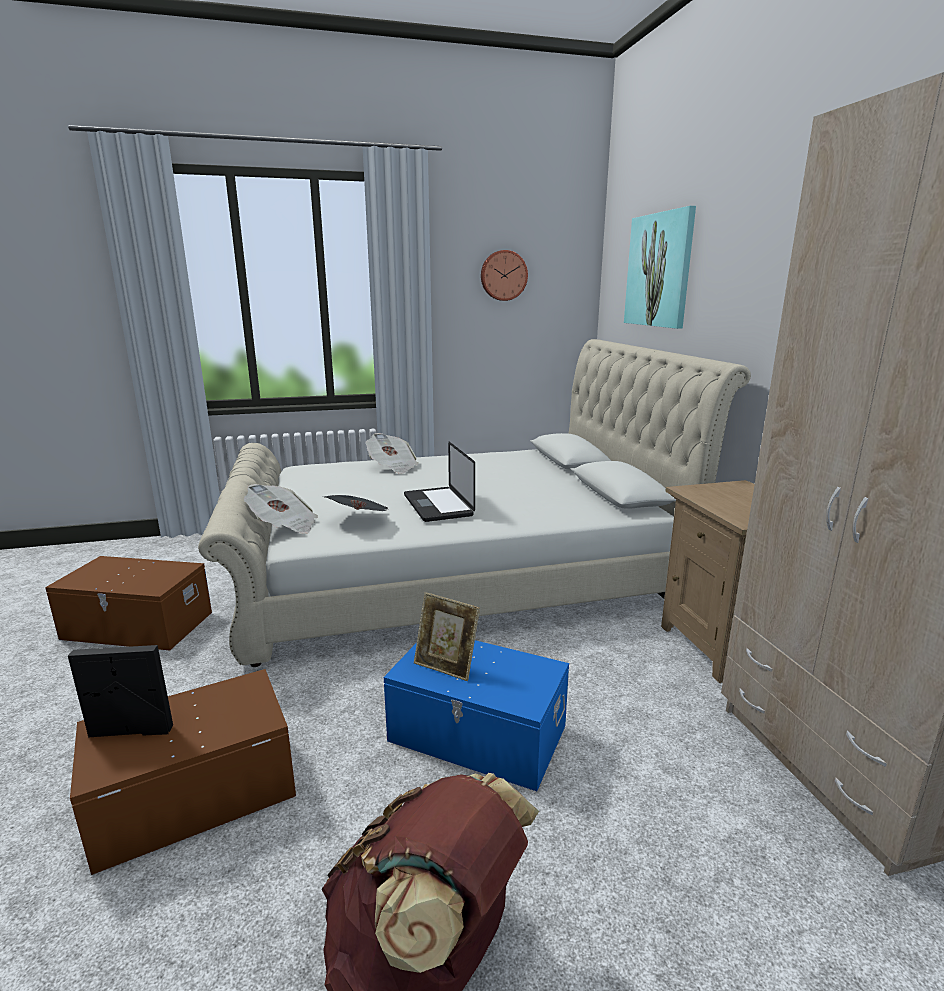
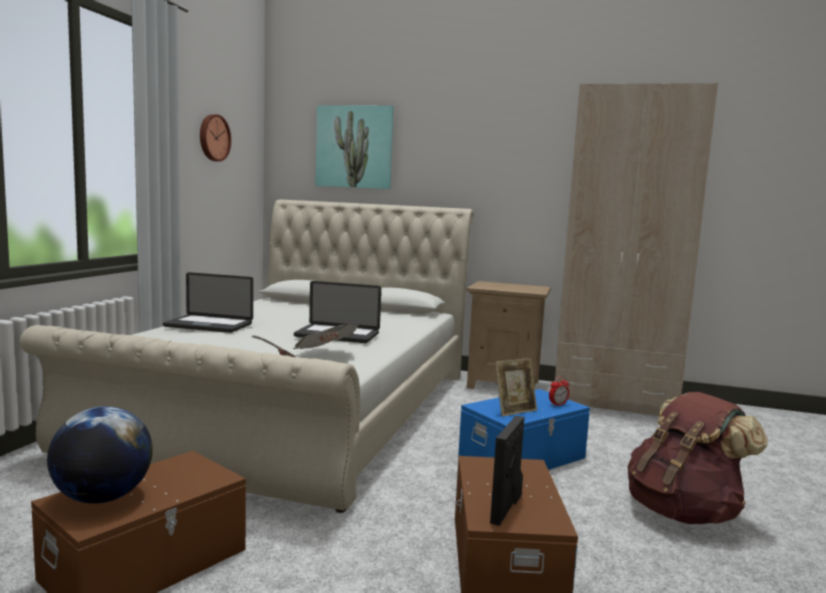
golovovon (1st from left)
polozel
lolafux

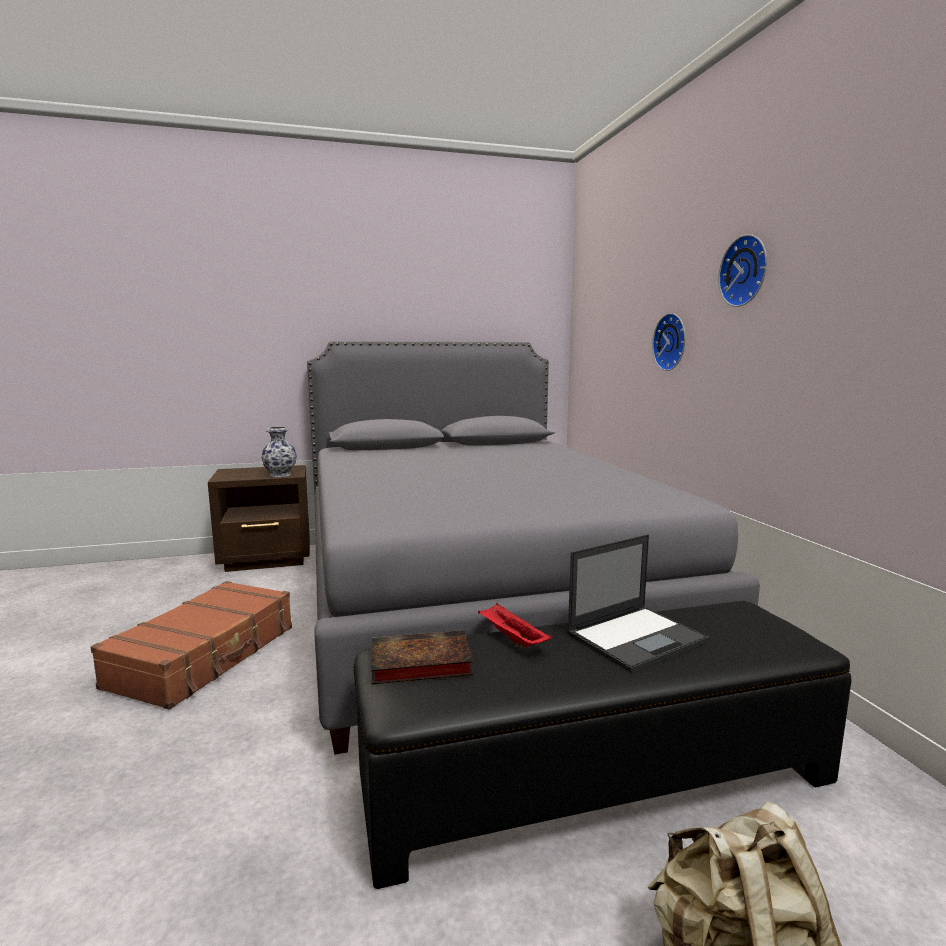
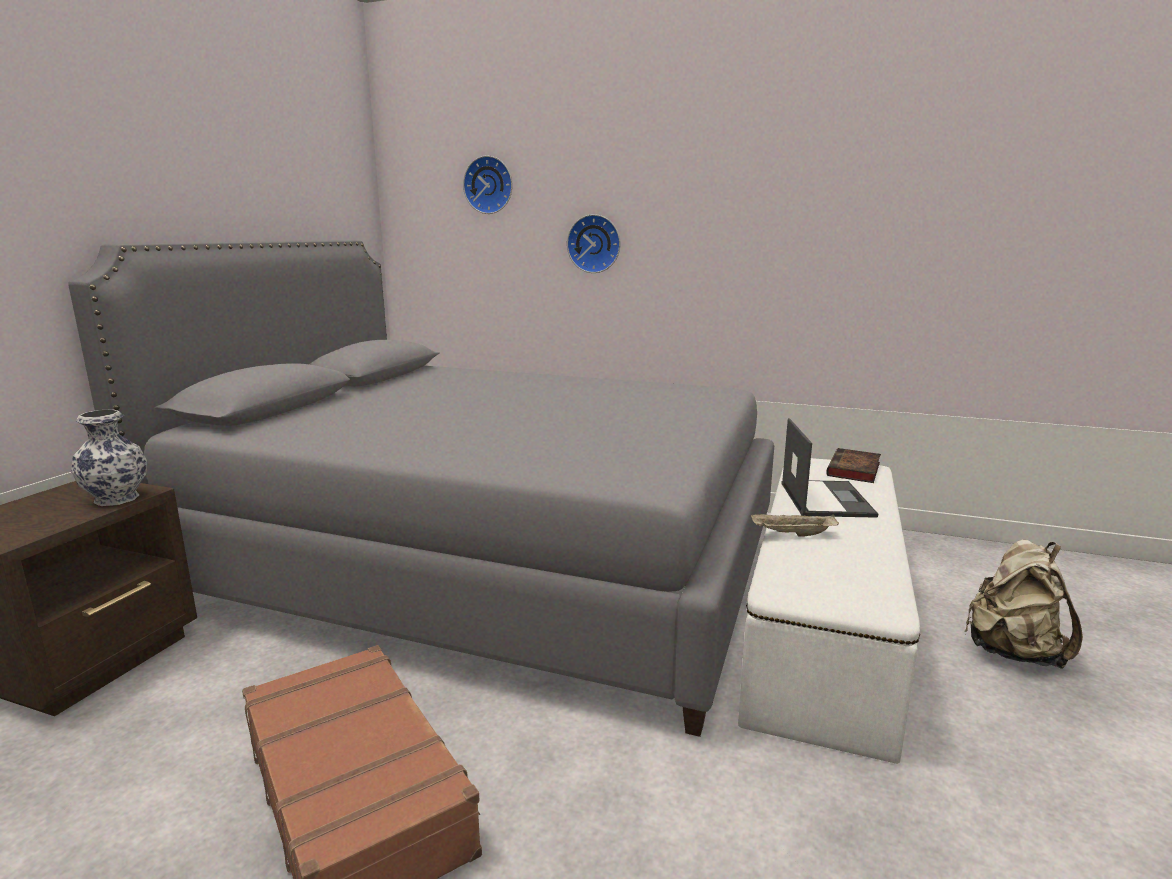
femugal (1st from left)
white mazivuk
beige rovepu
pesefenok

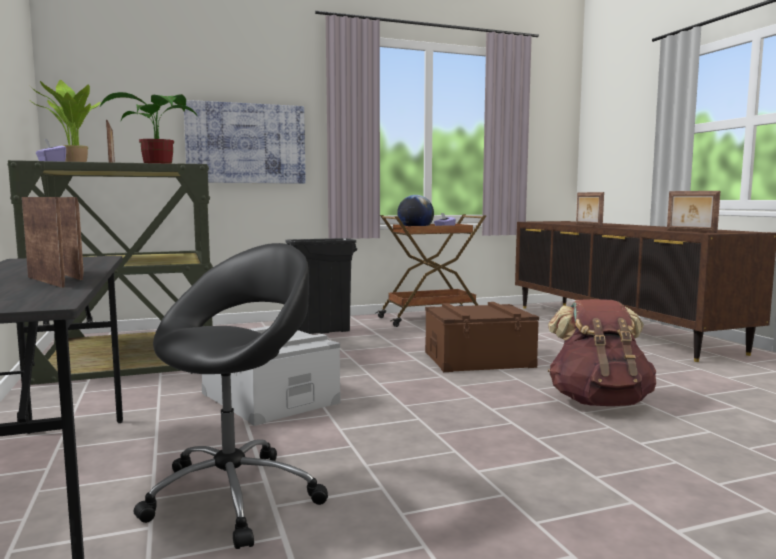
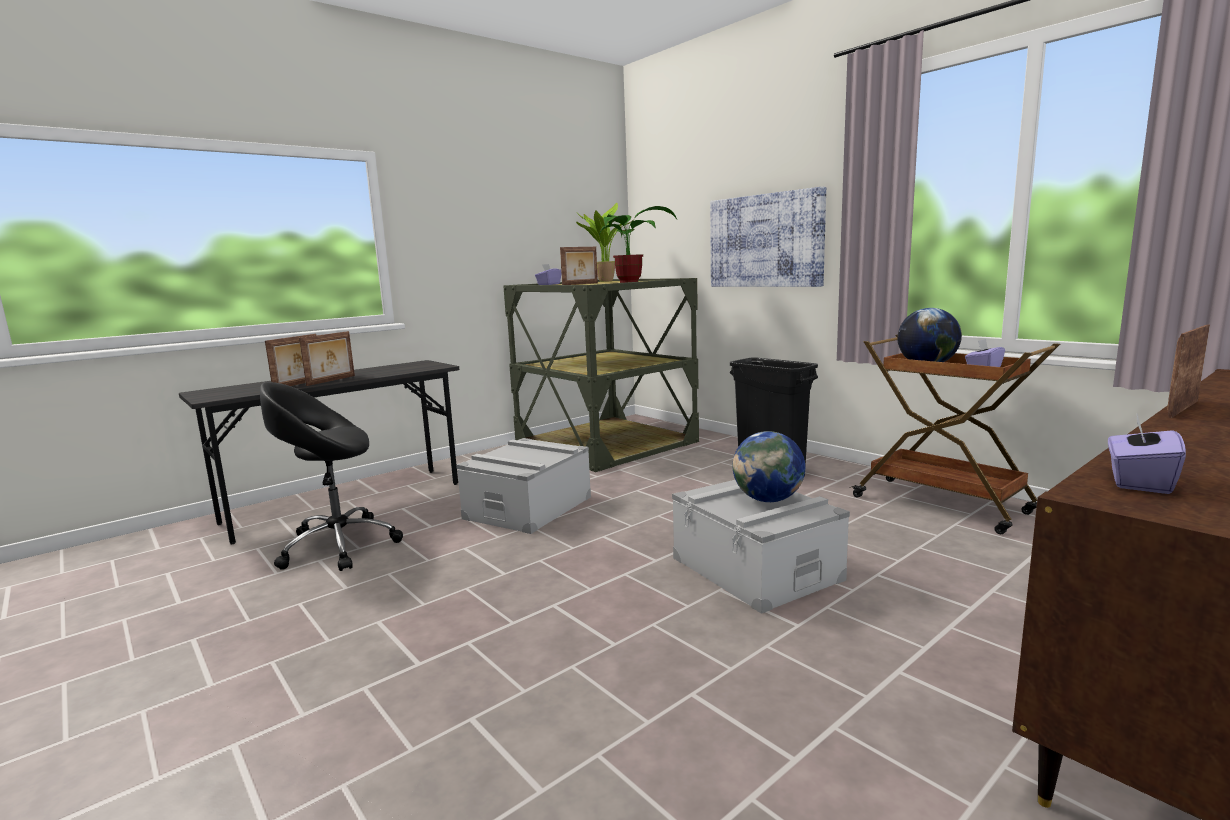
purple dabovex (3rd from left)
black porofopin
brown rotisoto
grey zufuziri (2nd from left)
lolafux (1st from left)

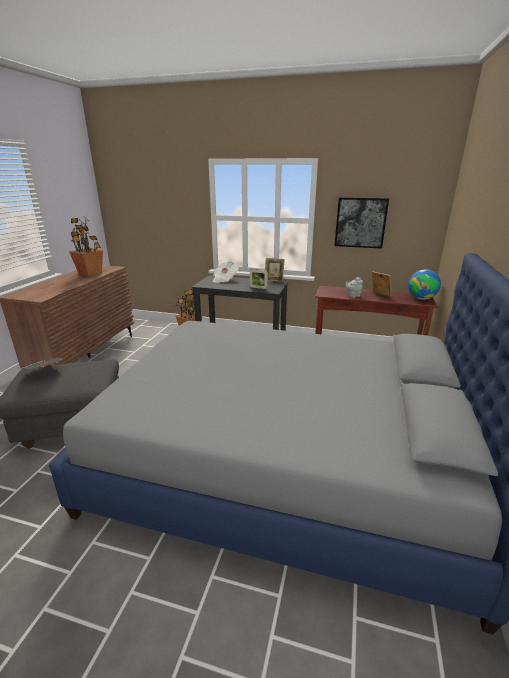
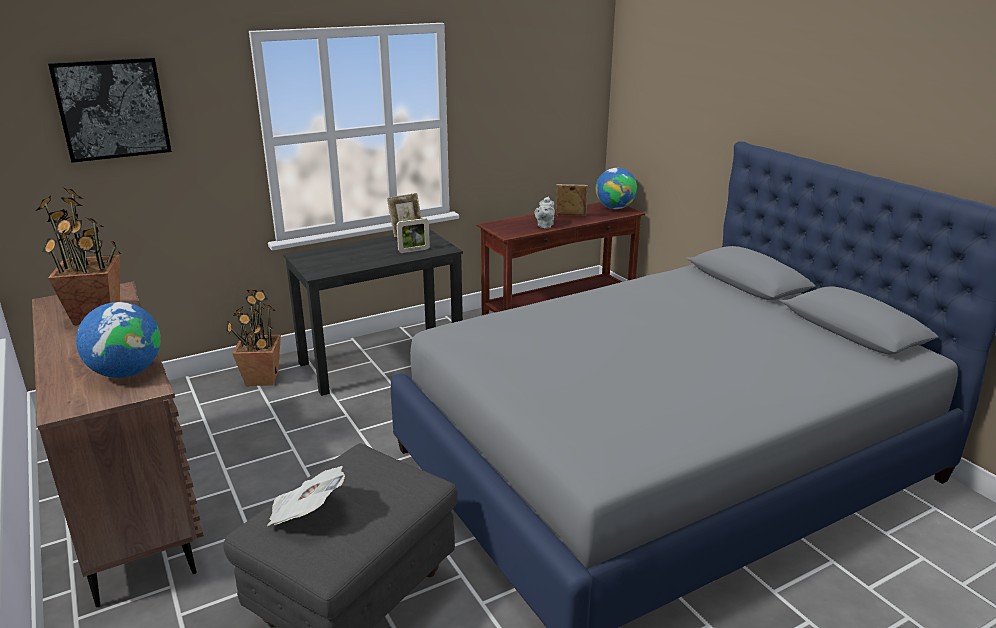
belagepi
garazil (2nd from left in the first image)
lolafux (1st from left)

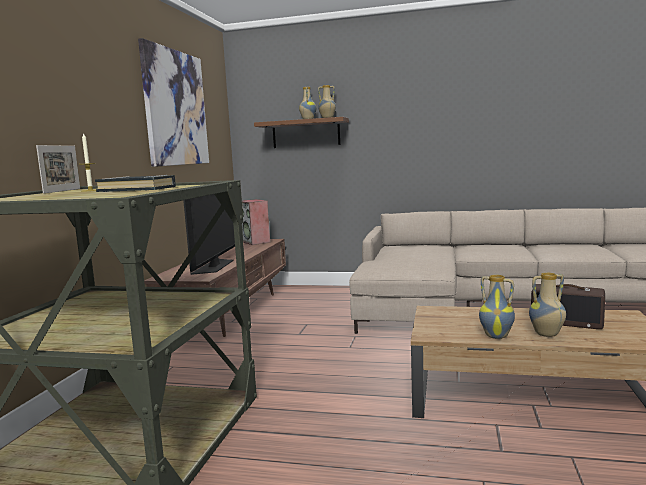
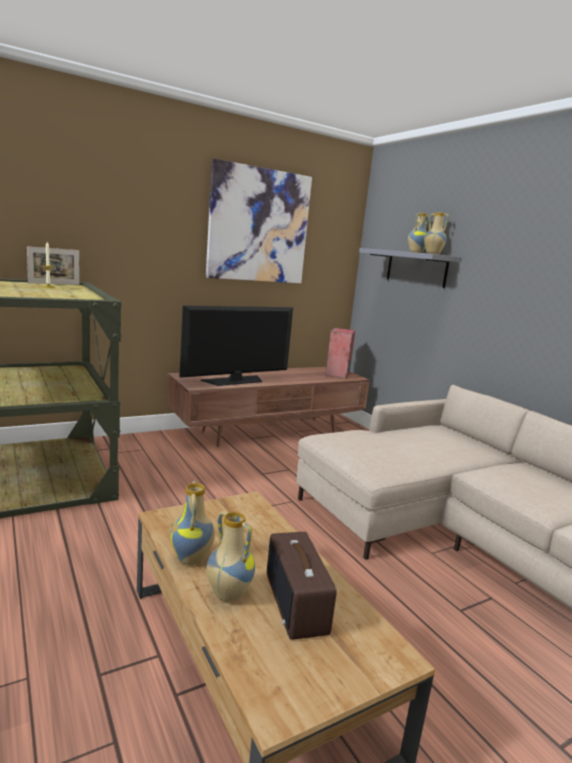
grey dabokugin
black pesefenok

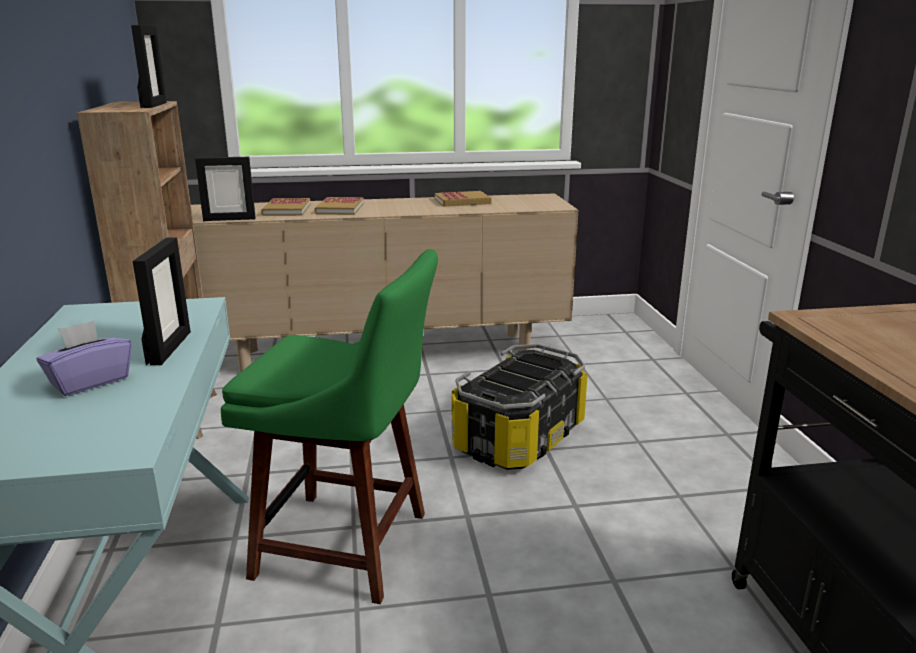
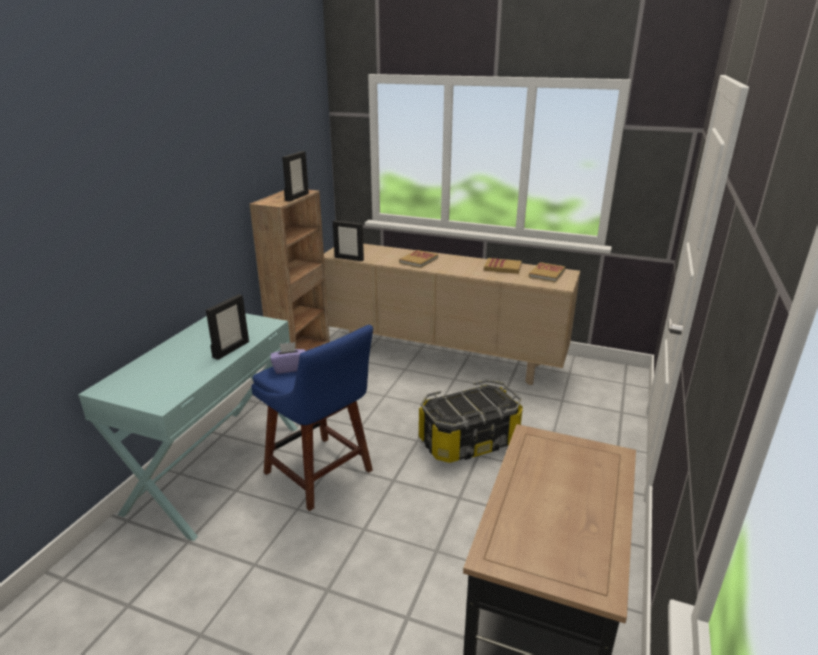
pesefenok (3rd from left)
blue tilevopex
purple dabovex

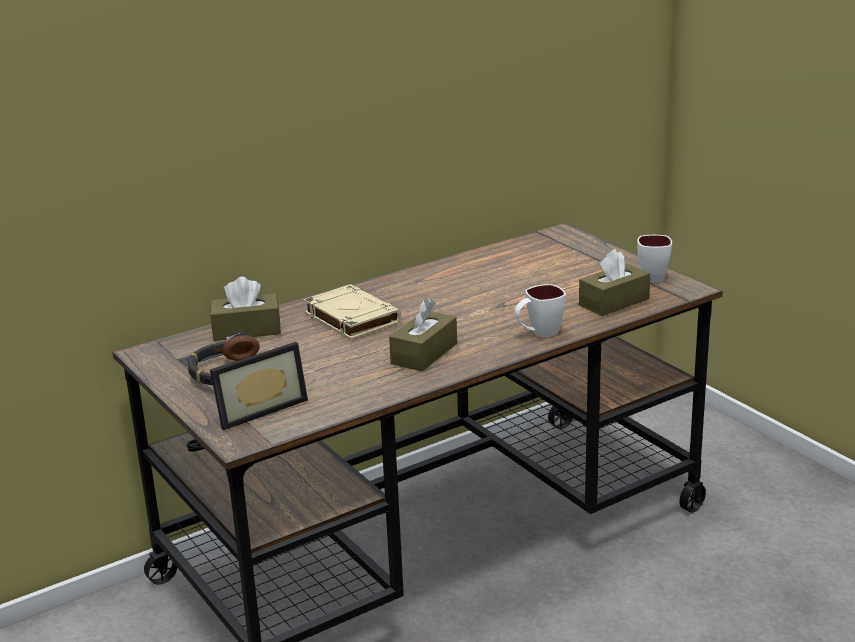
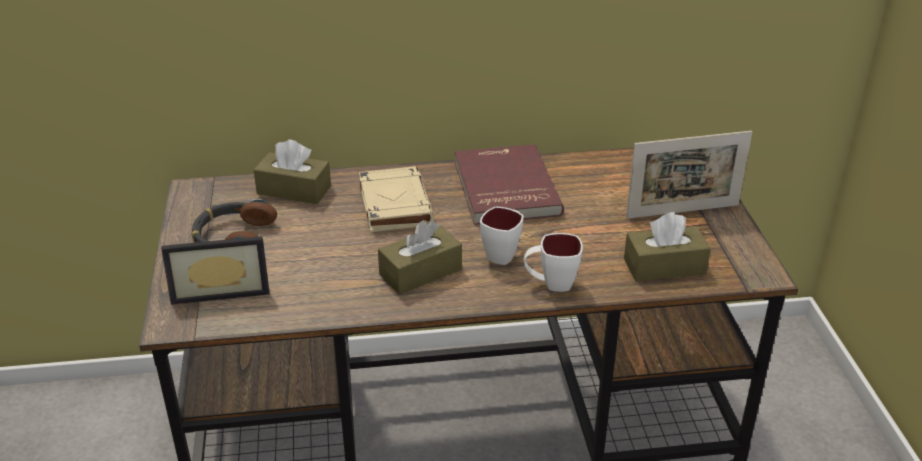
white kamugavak (1st from left)
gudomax (2nd from left)
red pesefenok

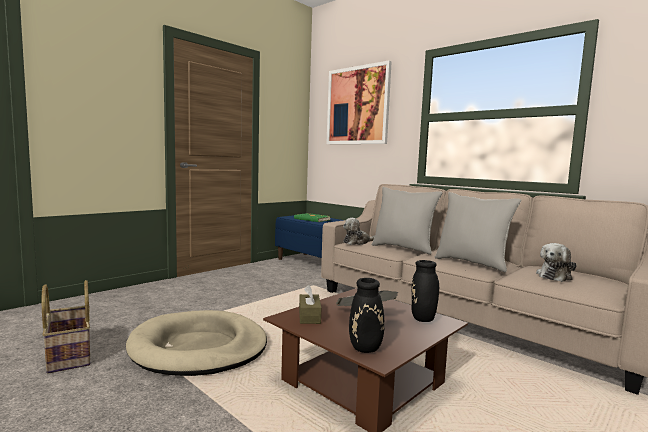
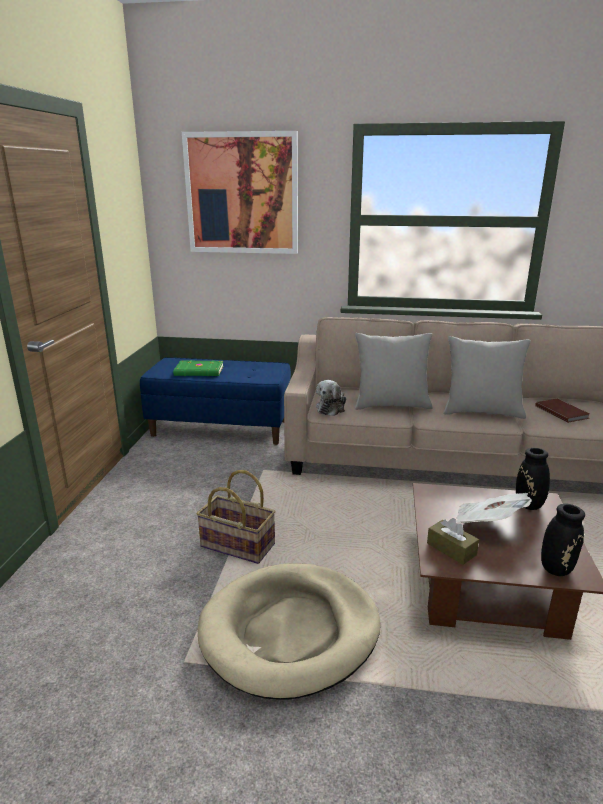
brown pesefenok
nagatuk

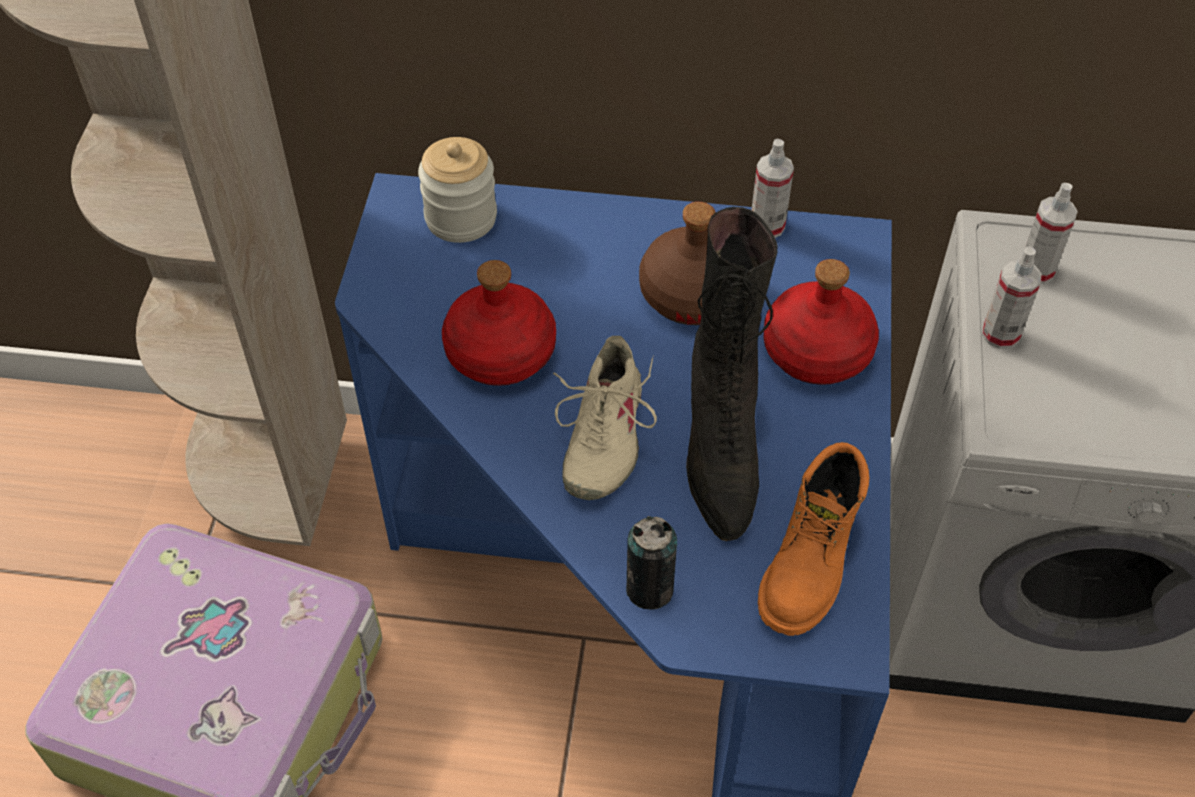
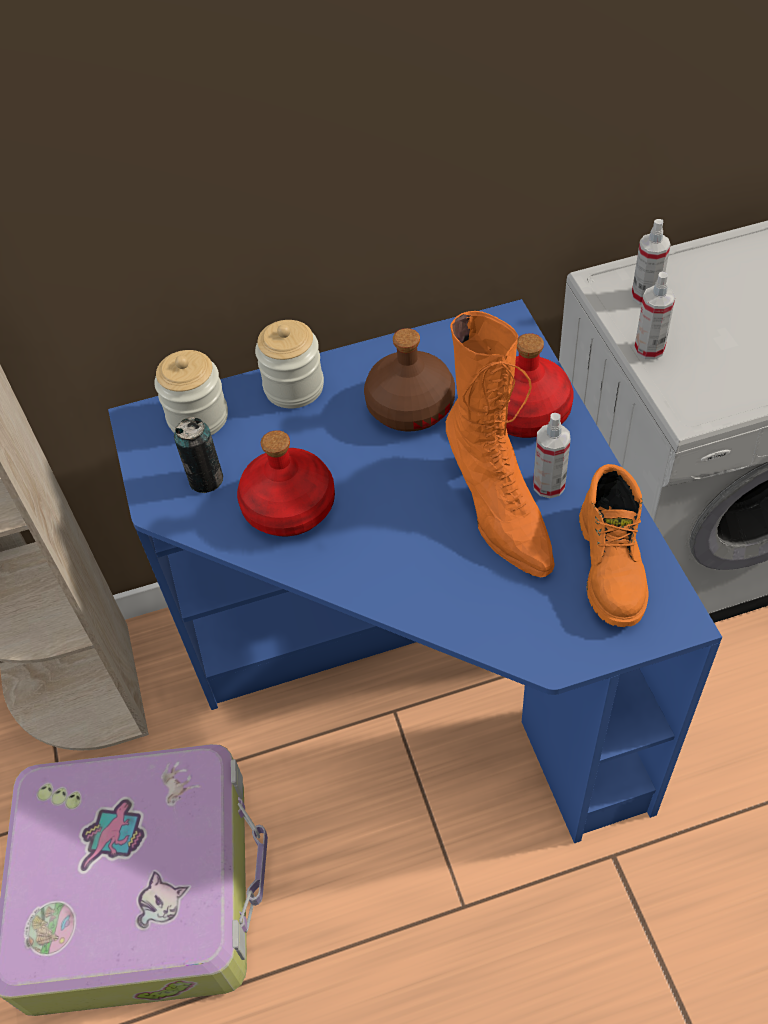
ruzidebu (1st from left)
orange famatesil (1st from left)
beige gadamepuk
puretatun
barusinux (2nd from left)

